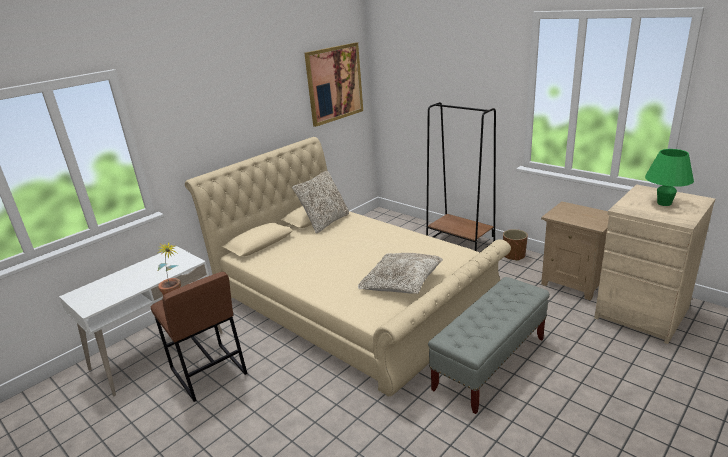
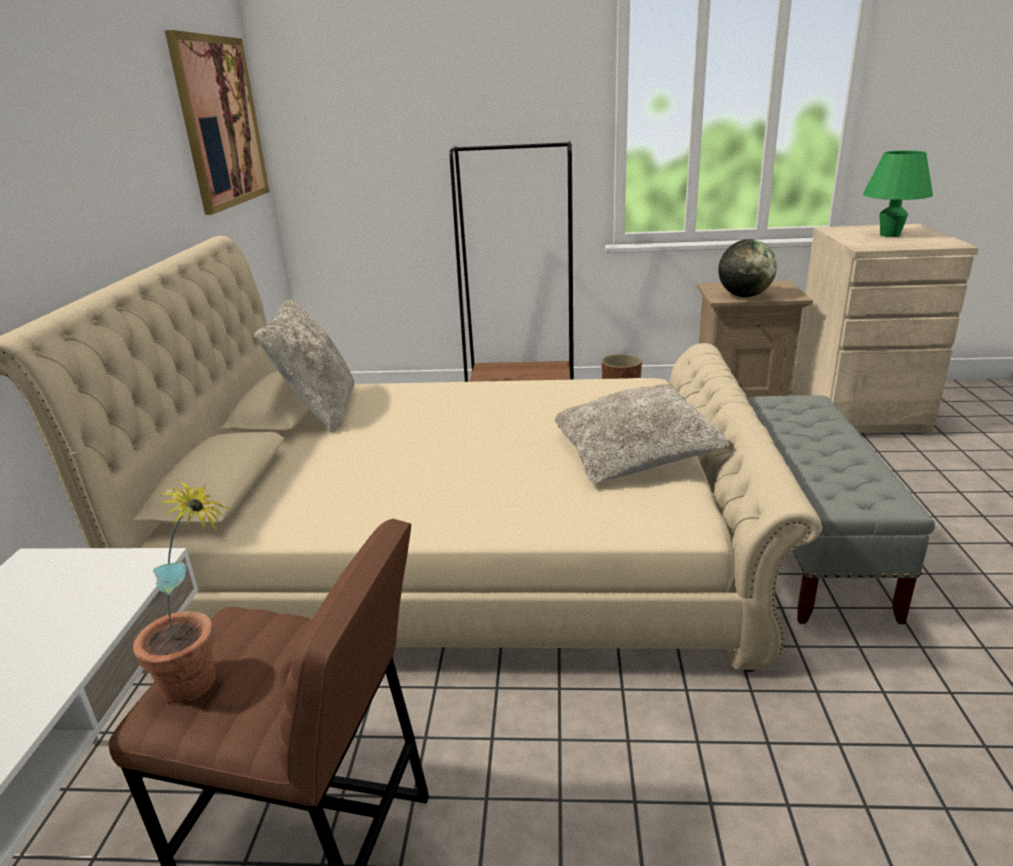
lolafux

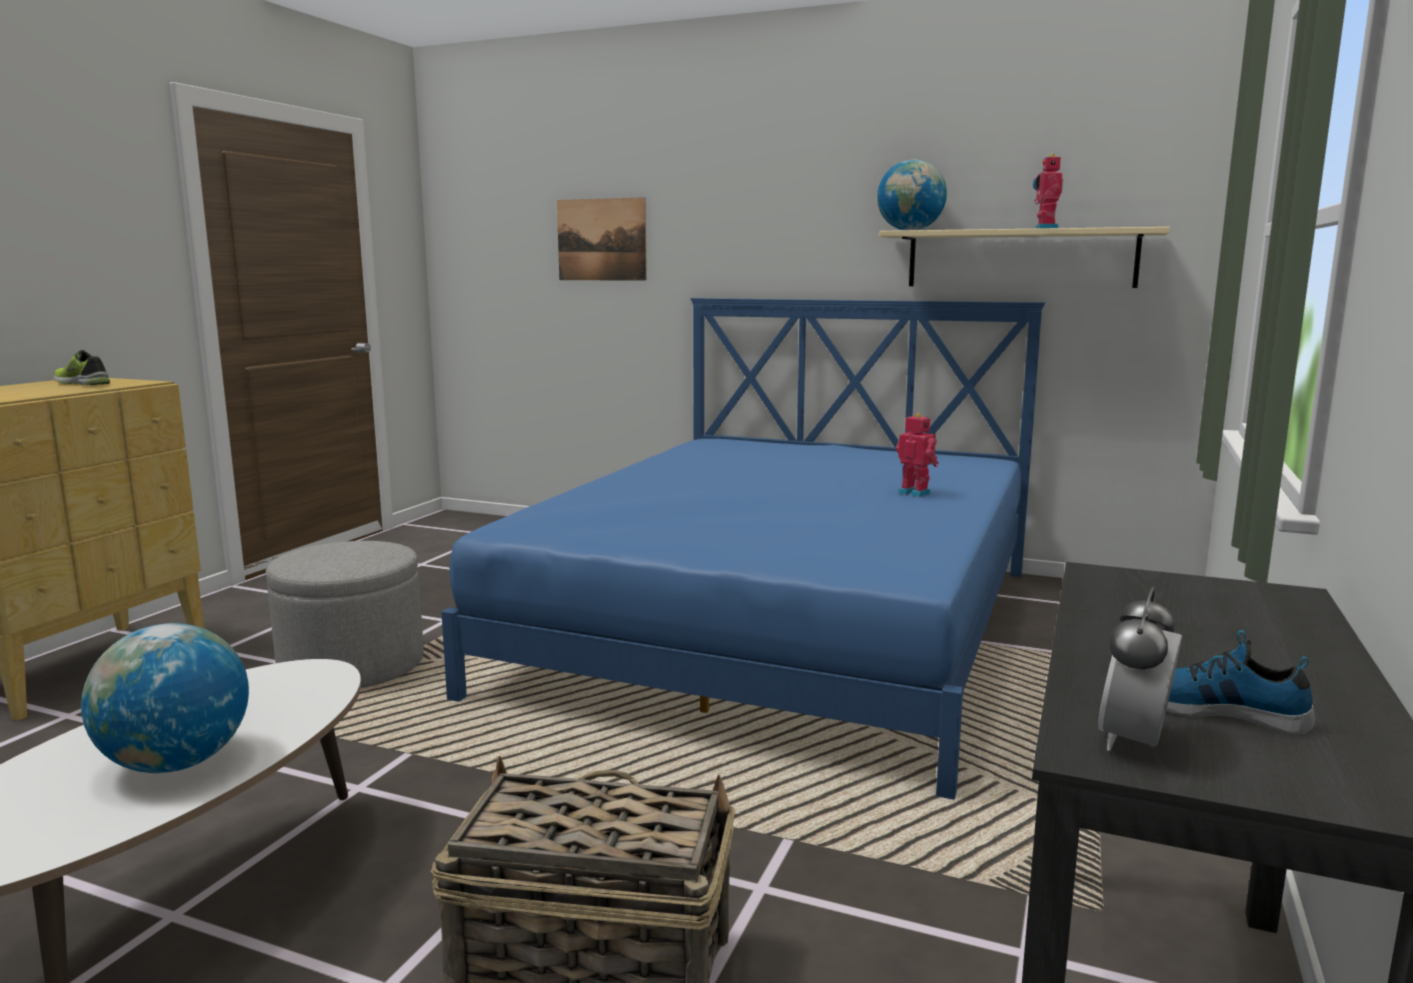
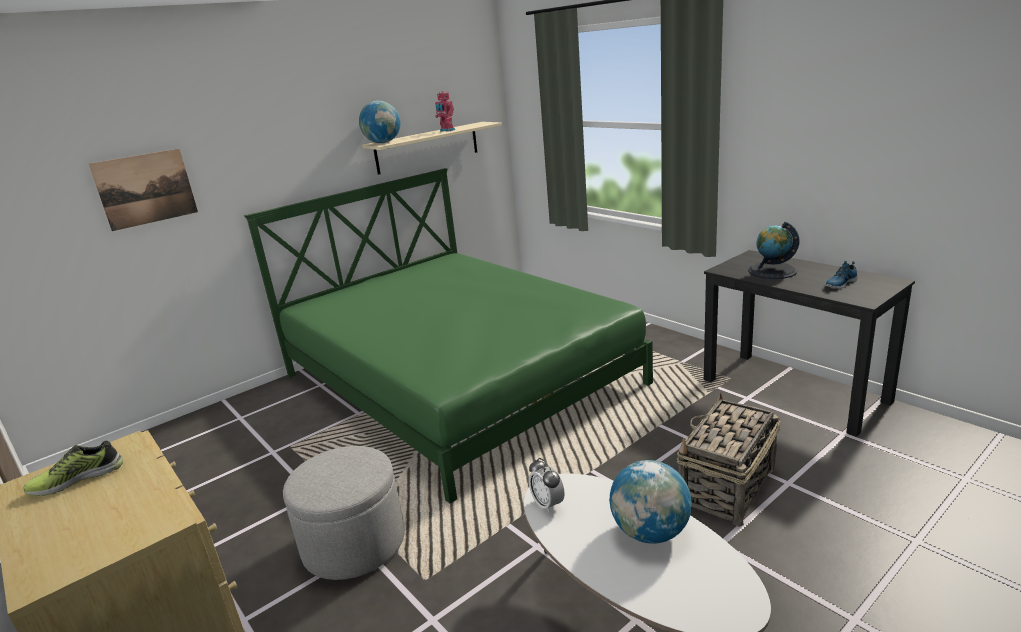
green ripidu
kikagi (1st from left in the first image)
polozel
lolafux (3rd from left)

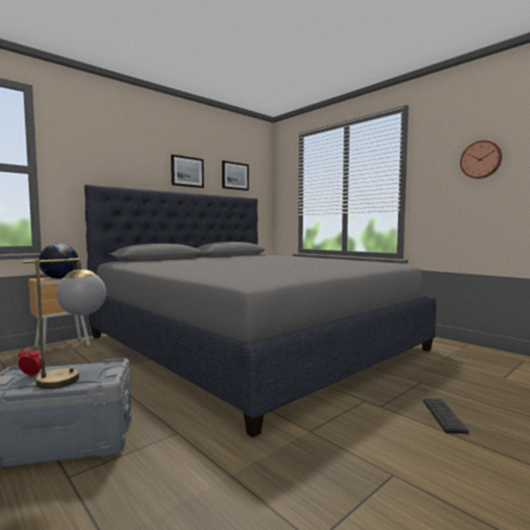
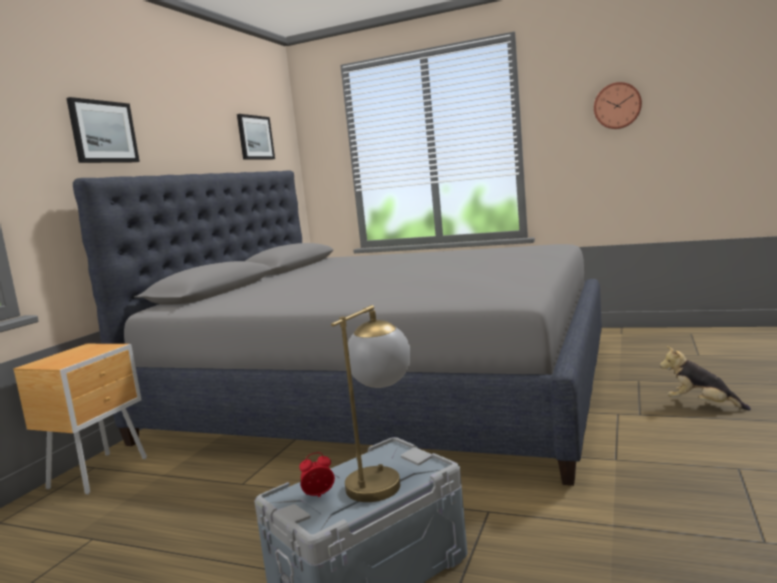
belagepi (1st from left)
lolafux
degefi

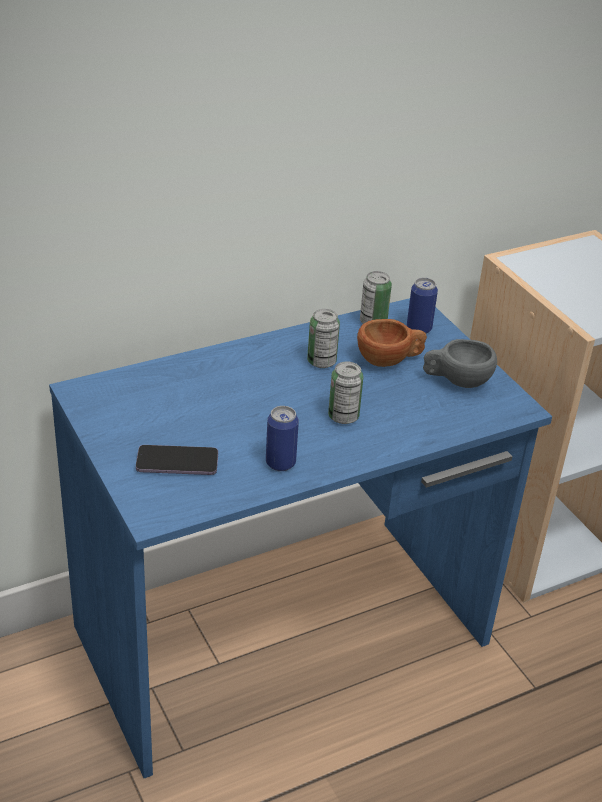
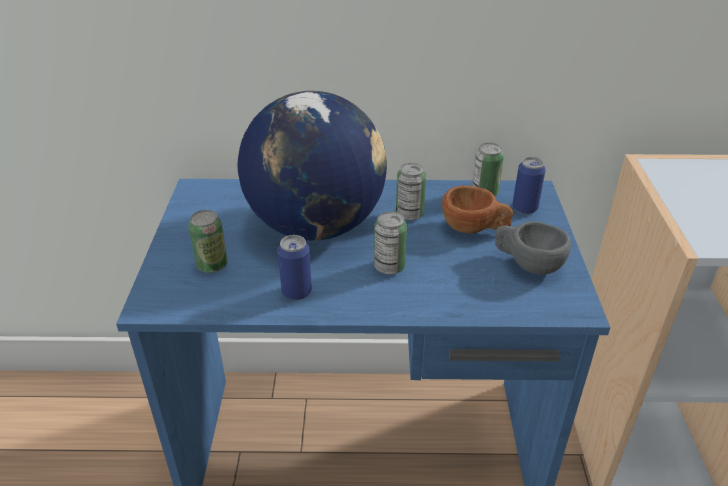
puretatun (1st from left)
lolafux

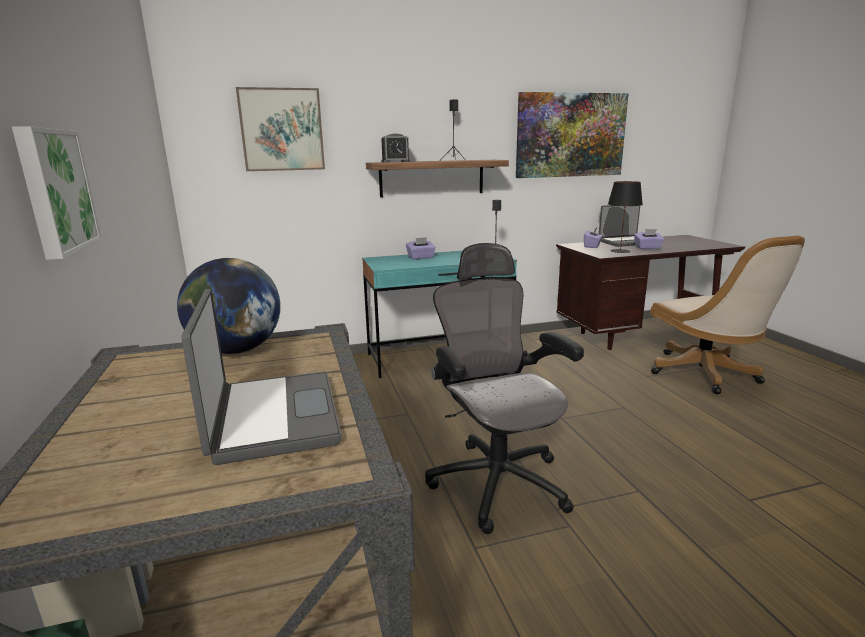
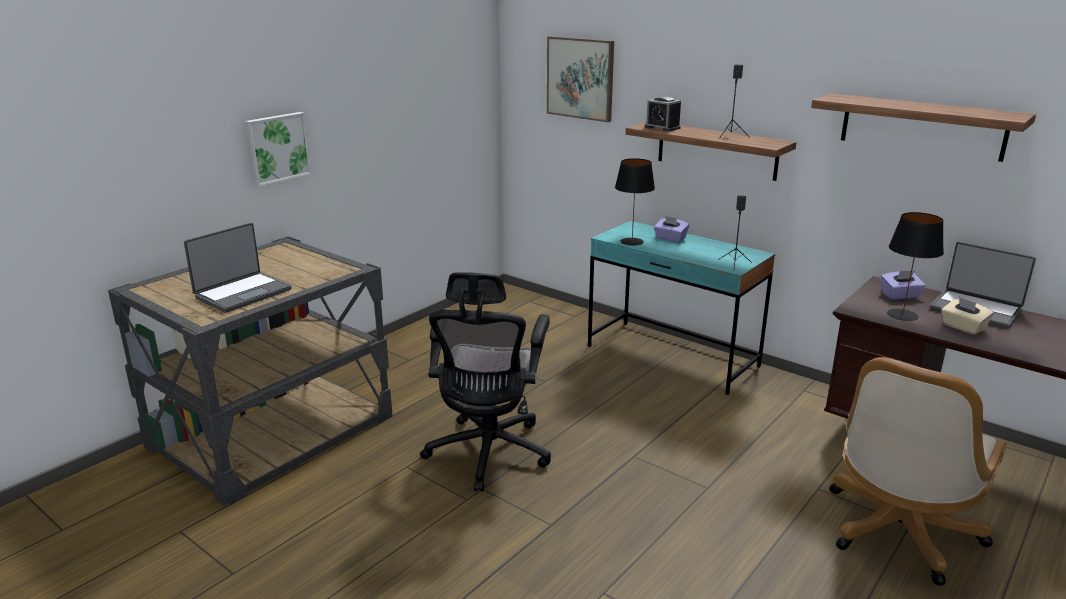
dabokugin (2nd from left)
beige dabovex
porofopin (1st from left)
lolafux
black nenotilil (1st from left)

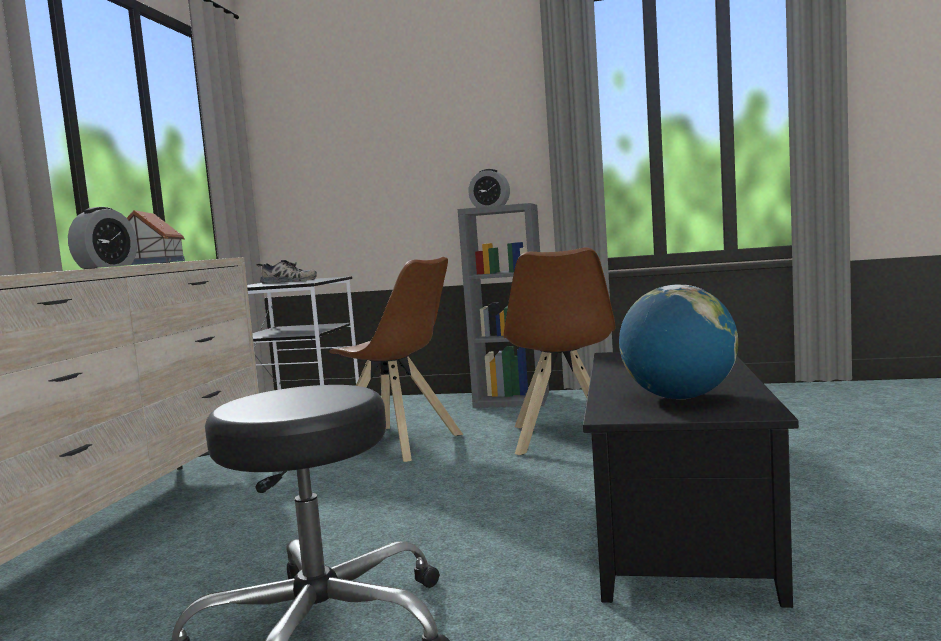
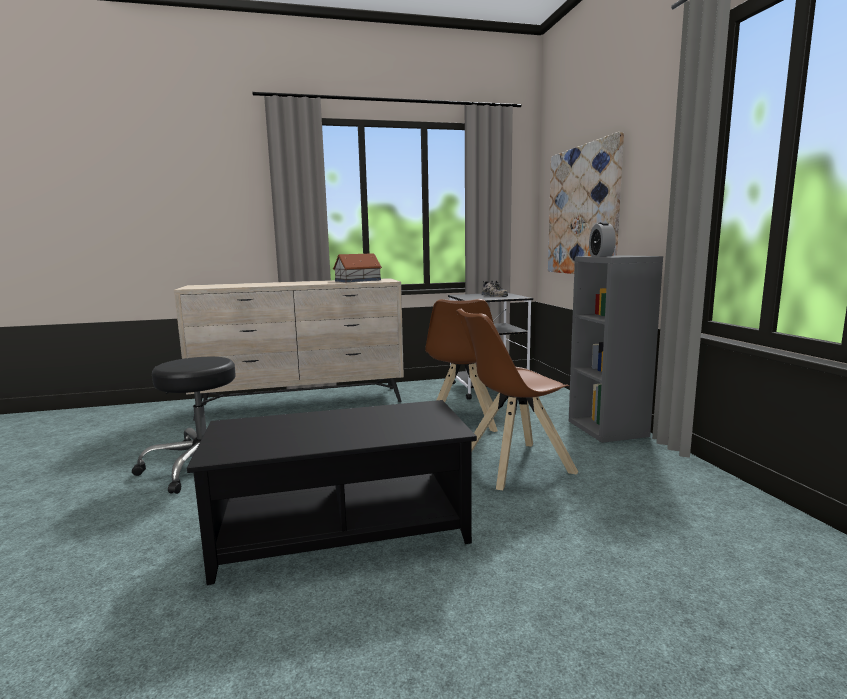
polozel (1st from left in the first image)
lolafux
belagepi

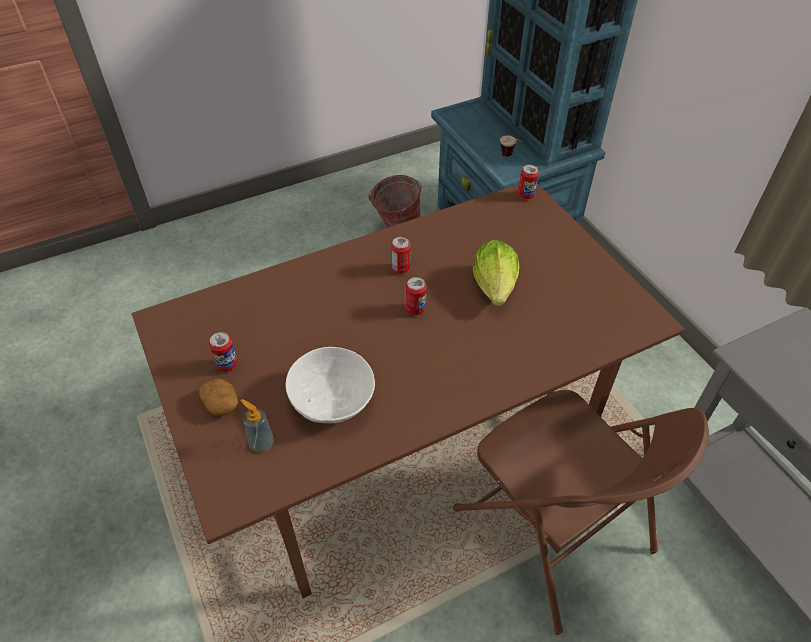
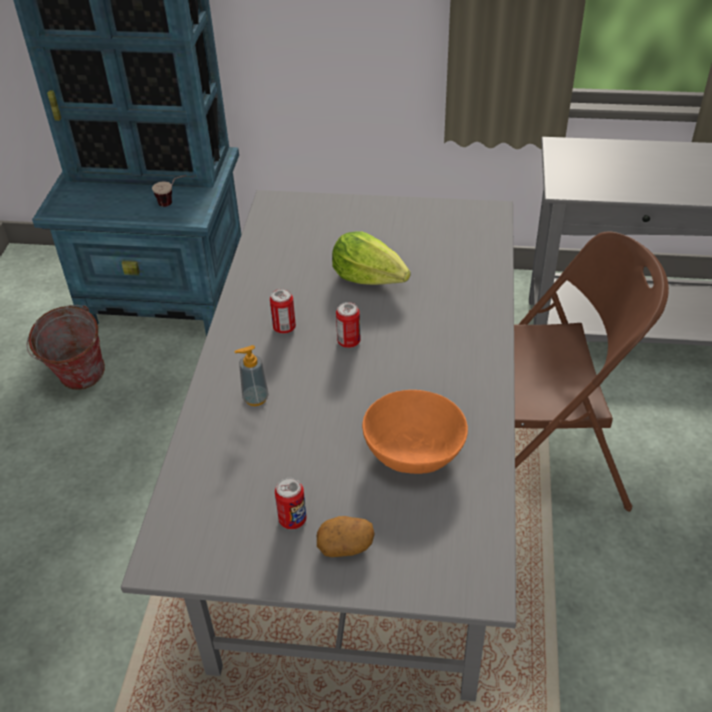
puretatun (4th from left in the first image)
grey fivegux
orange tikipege
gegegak

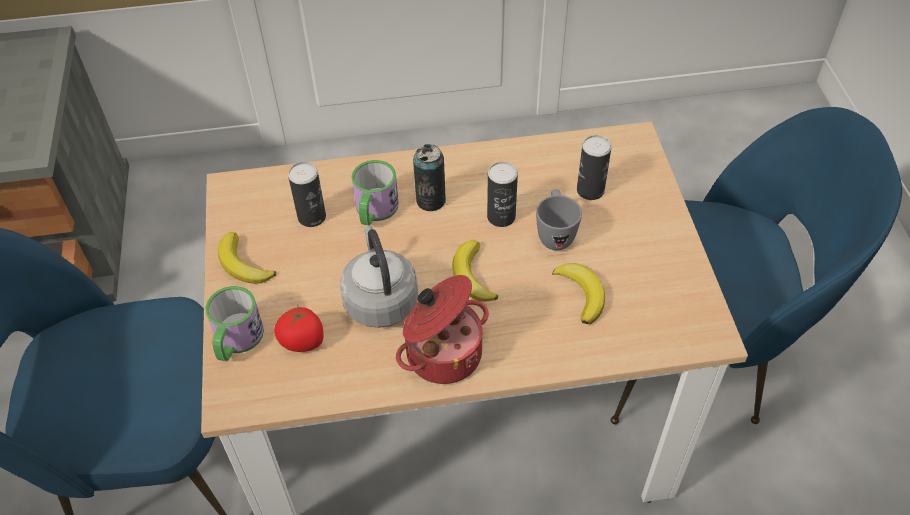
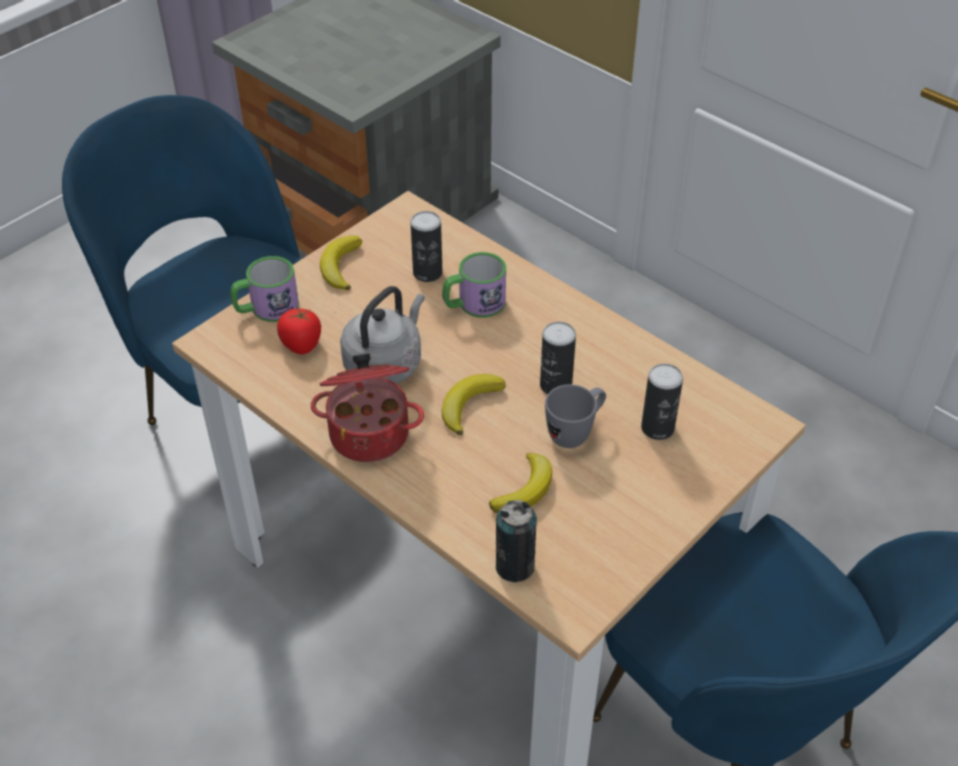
puretatun (2nd from left)

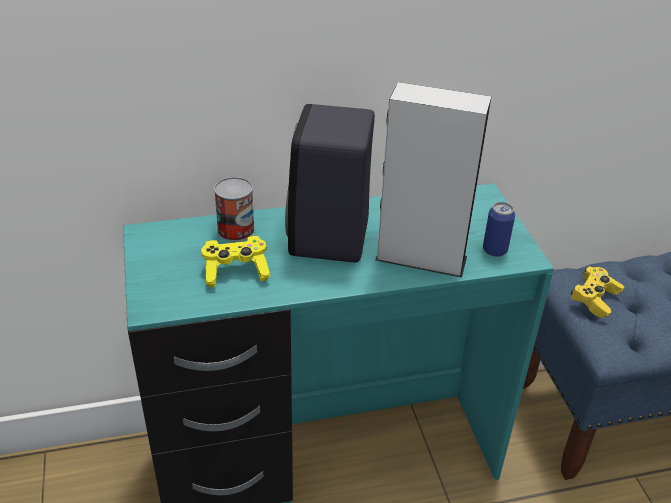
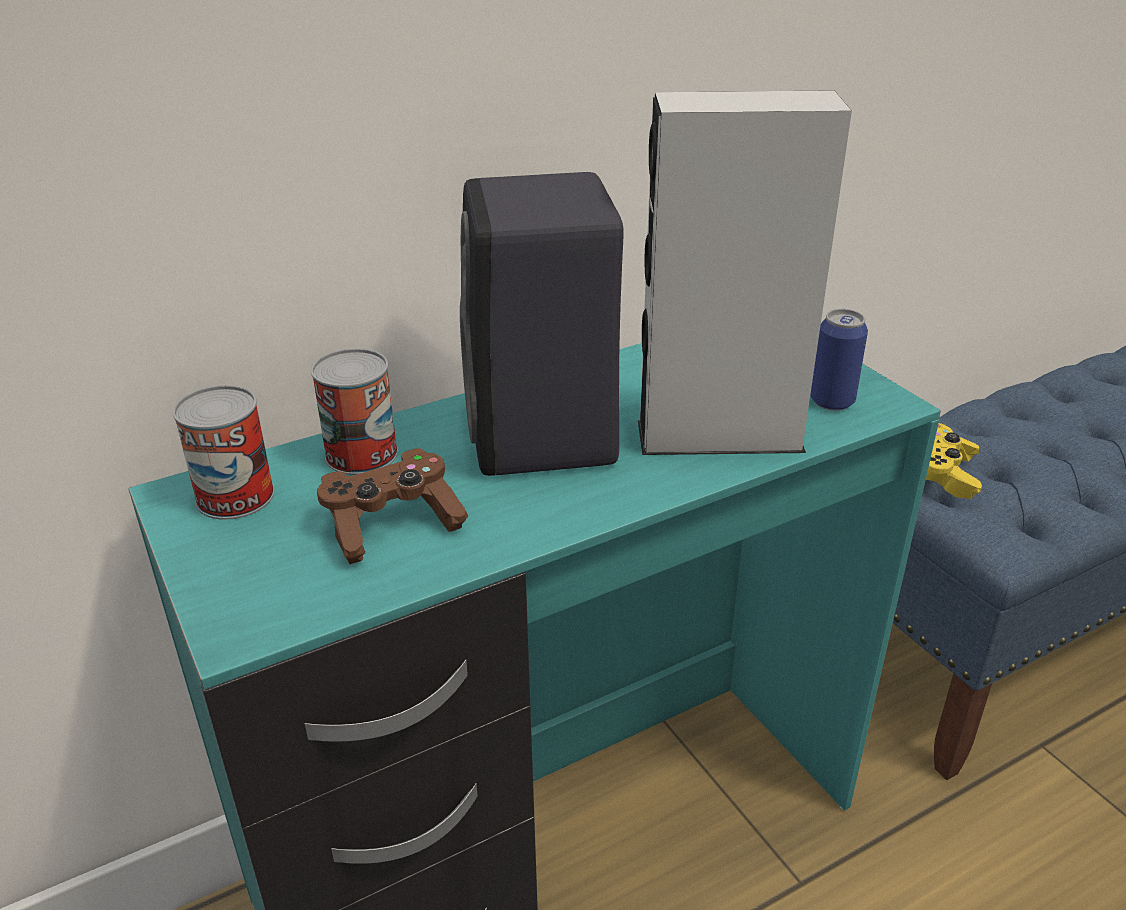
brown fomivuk
puretatun (1st from left)

